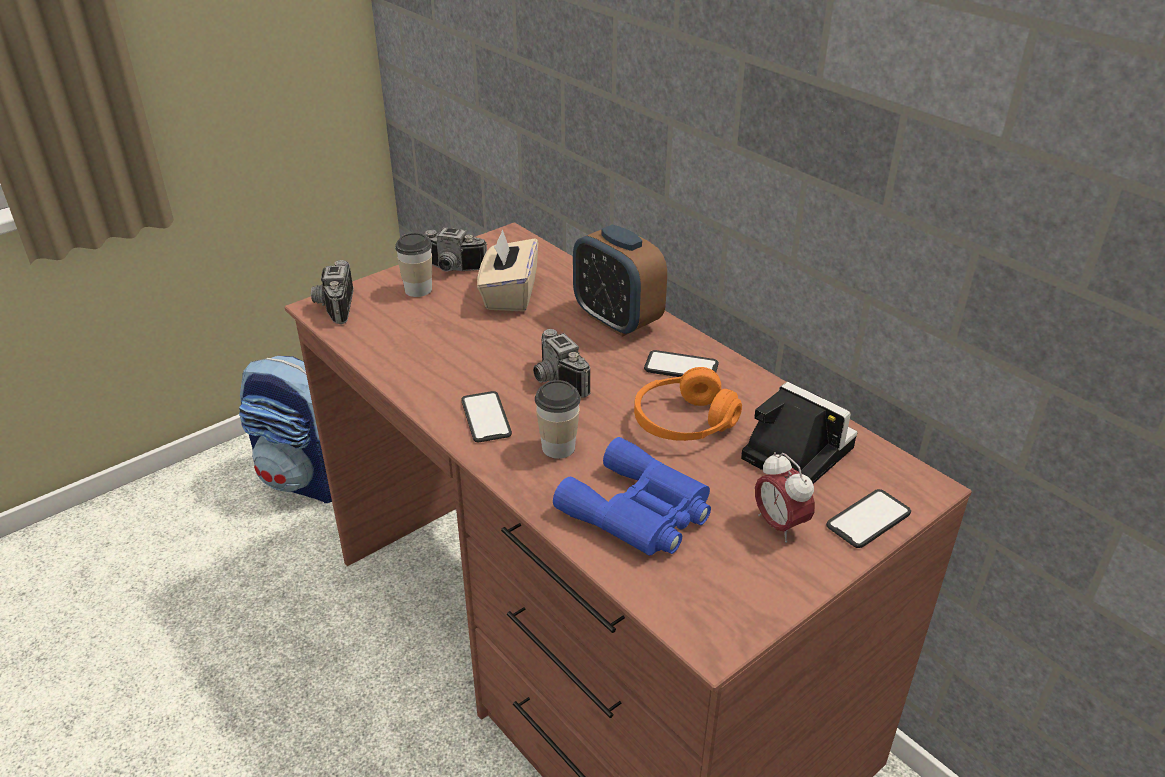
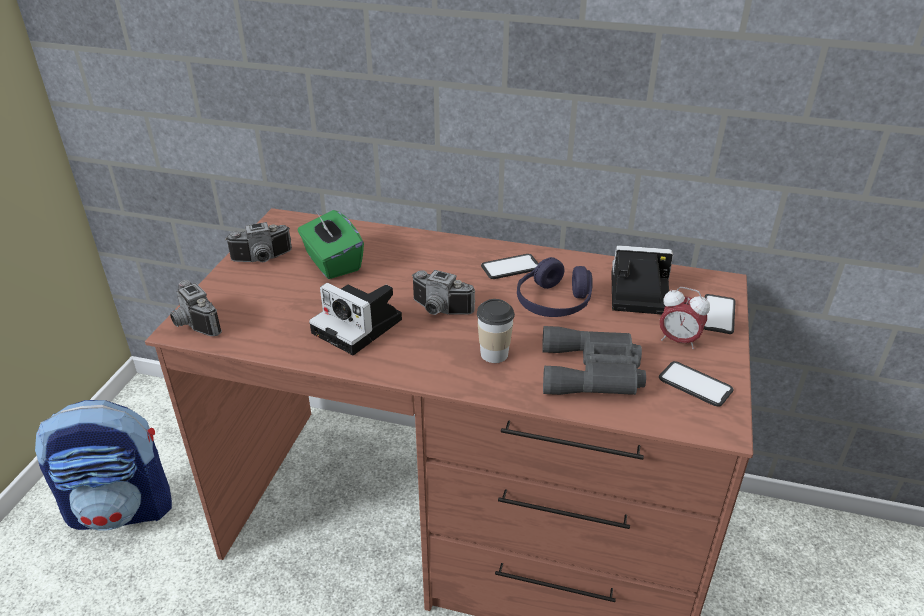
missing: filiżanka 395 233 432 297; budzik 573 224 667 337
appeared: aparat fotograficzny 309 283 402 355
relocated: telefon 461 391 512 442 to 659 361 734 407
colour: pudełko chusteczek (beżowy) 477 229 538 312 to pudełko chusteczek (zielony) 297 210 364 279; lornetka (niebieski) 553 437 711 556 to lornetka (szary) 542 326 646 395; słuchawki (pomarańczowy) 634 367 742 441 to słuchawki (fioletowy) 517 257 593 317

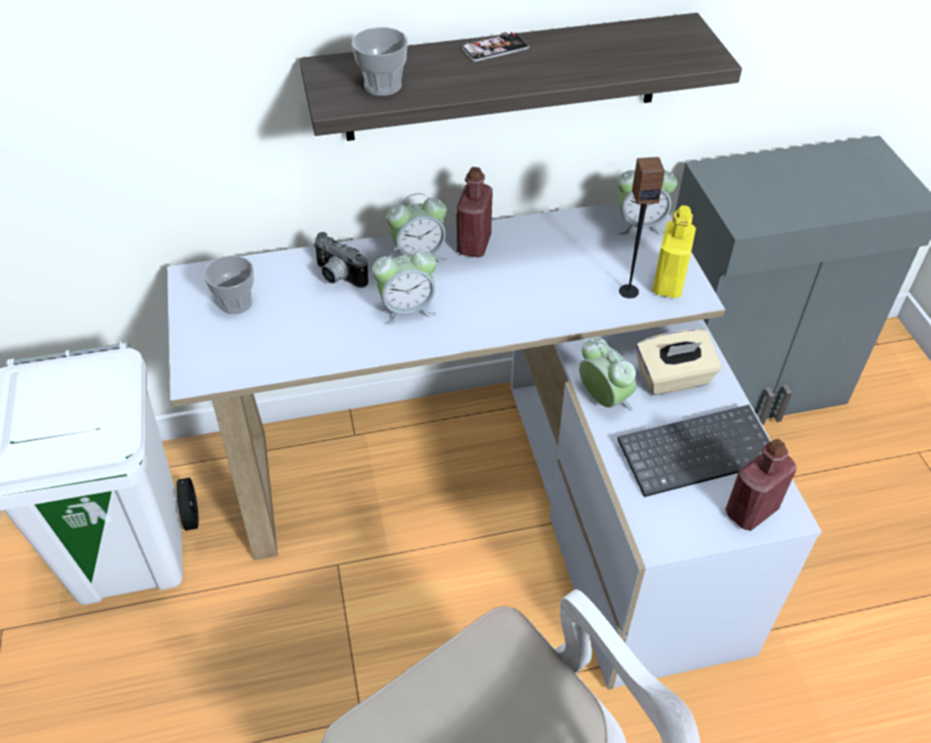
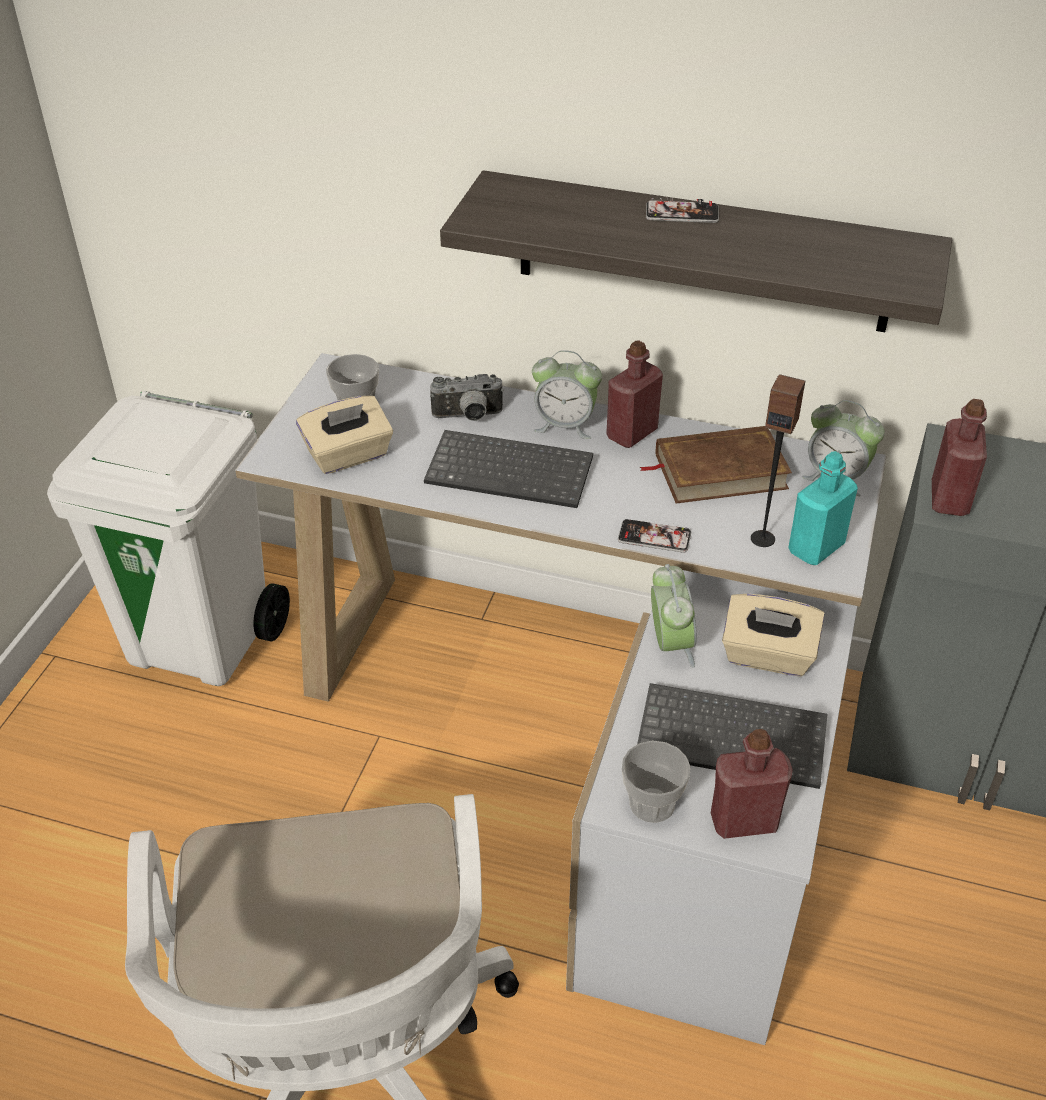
appeared: pudełko chusteczek (beżowy) 296 396 393 474; telefon 618 519 691 553; książka (brązowy) 640 426 792 503; butelka (czerwony) 932 399 987 516
relocated: filiżanka 352 27 408 96 to 622 741 691 823
exchanged: budzik 372 246 437 325 to klawiatura 424 430 593 508
colour: butelka (żółty) 652 205 696 298 to butelka (turkusowy) 788 451 858 565
spun: aparat fotograficzny 313 232 368 288 = 430 374 504 421 75 degrees counterclockwise

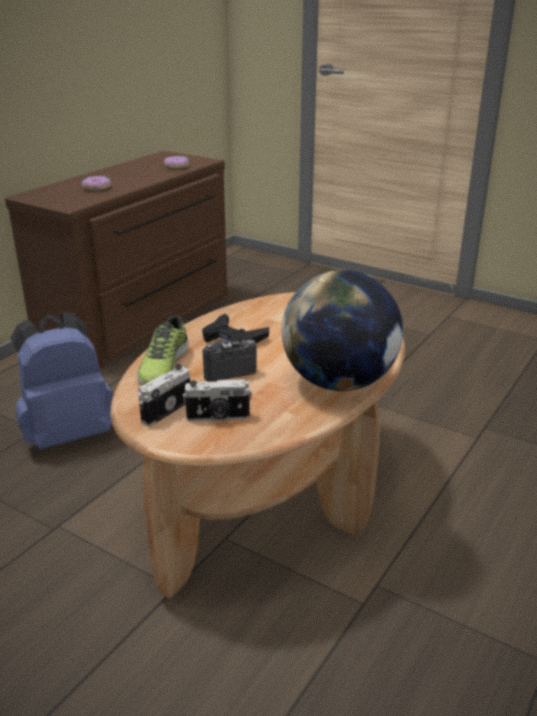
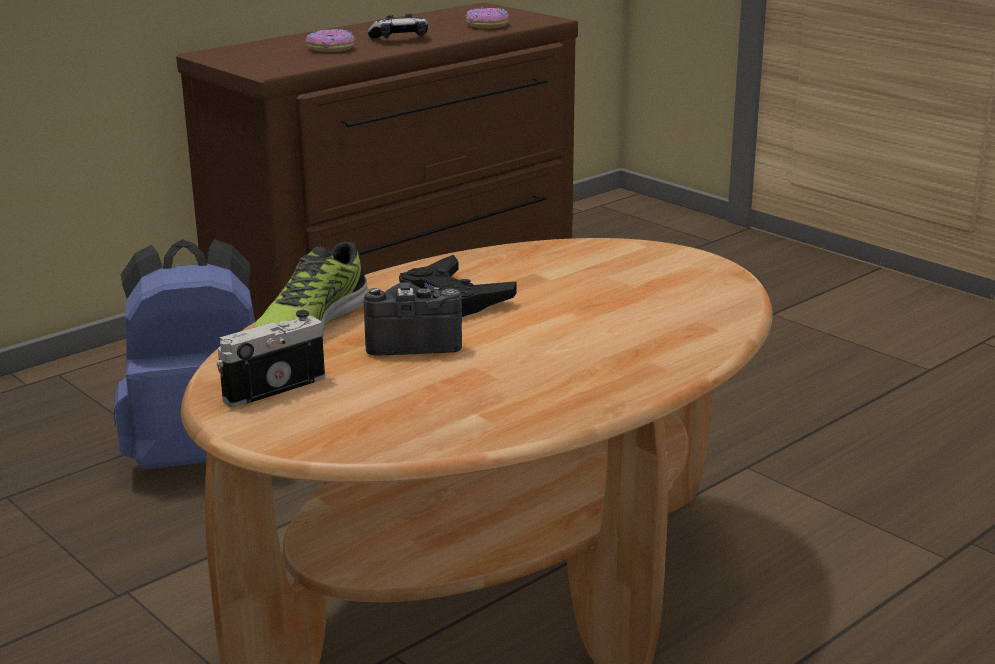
missing: aparat fotograficzny 183 379 252 421; globus 282 270 403 391
appeared: pad do gier 368 13 428 39

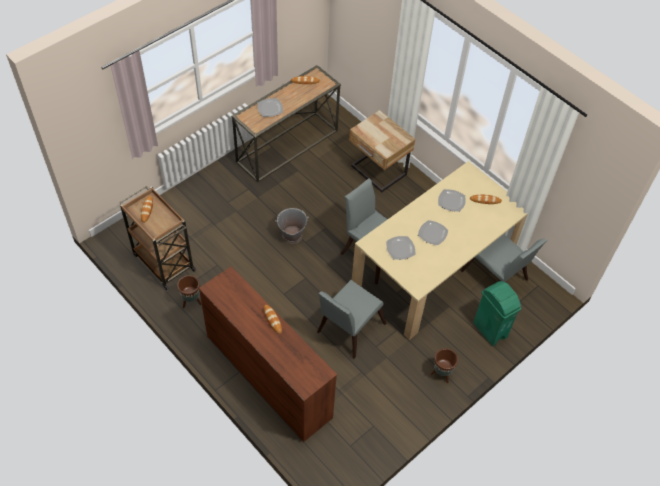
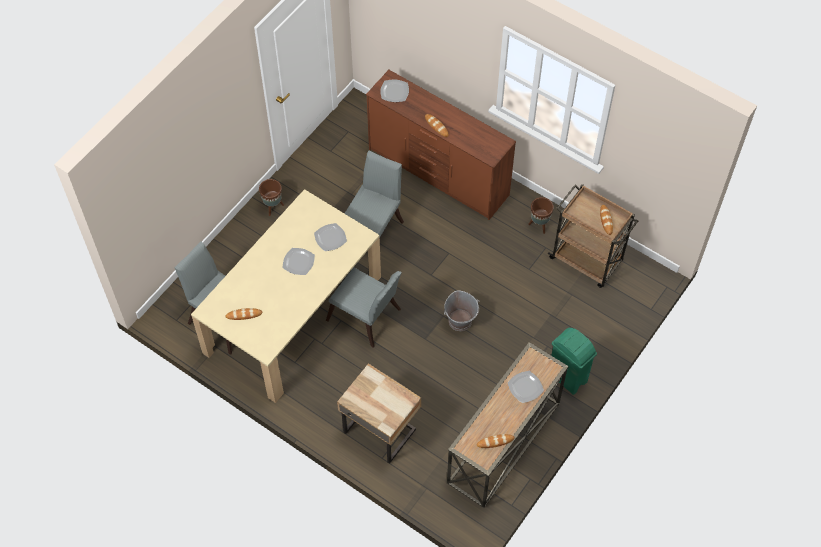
relocated: talerz 438 189 466 212 to 380 80 409 102; kosz na śmieci (zielony) 473 281 522 346 to 551 328 597 395

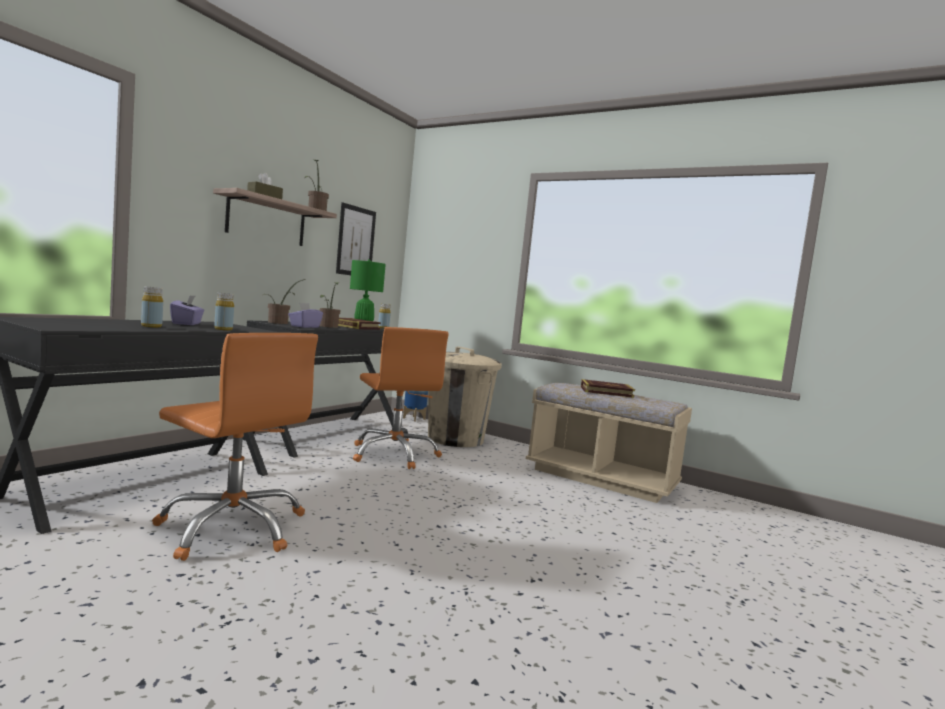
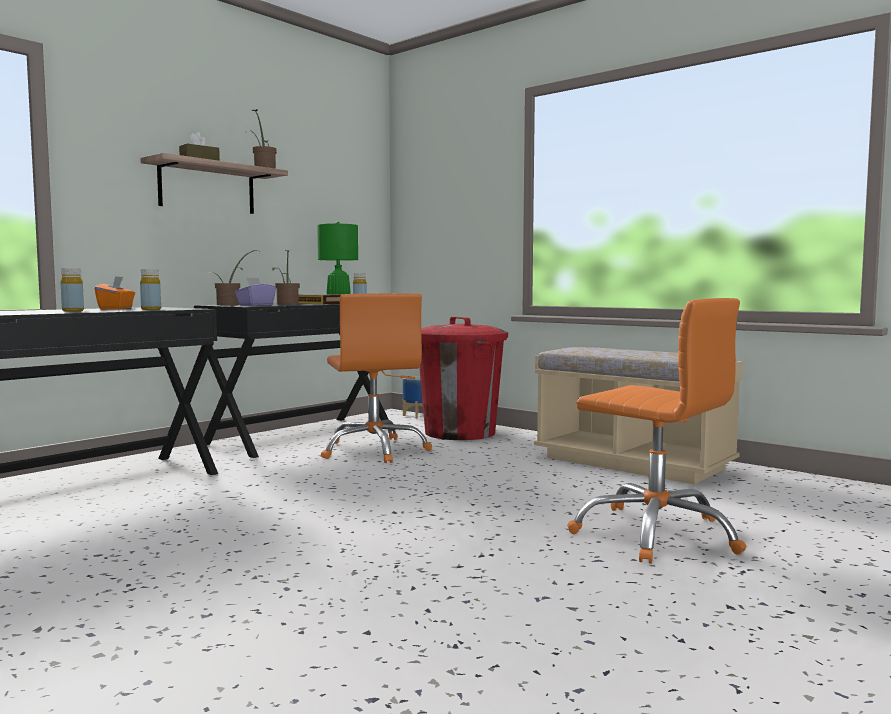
missing: obraz 336 202 376 275; książka 581 379 635 398
relocated: krzesło biurowe (pomarańczowy) 152 333 318 561 to 567 298 746 564
colour: pudełko chusteczek (fioletowy) 170 295 205 325 to pudełko chusteczek (pomarańczowy) 95 276 135 309; kosz na śmieci (beżowy) 428 347 502 447 to kosz na śmieci (czerwony) 419 317 508 440

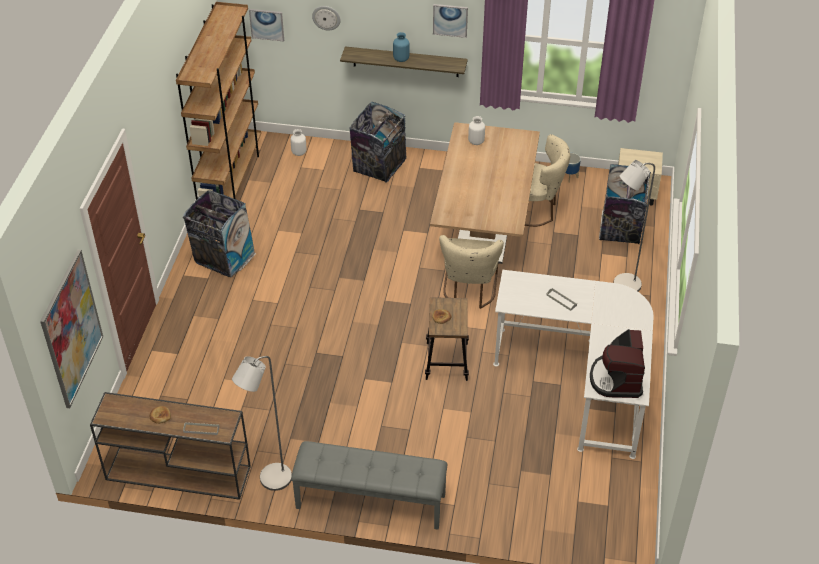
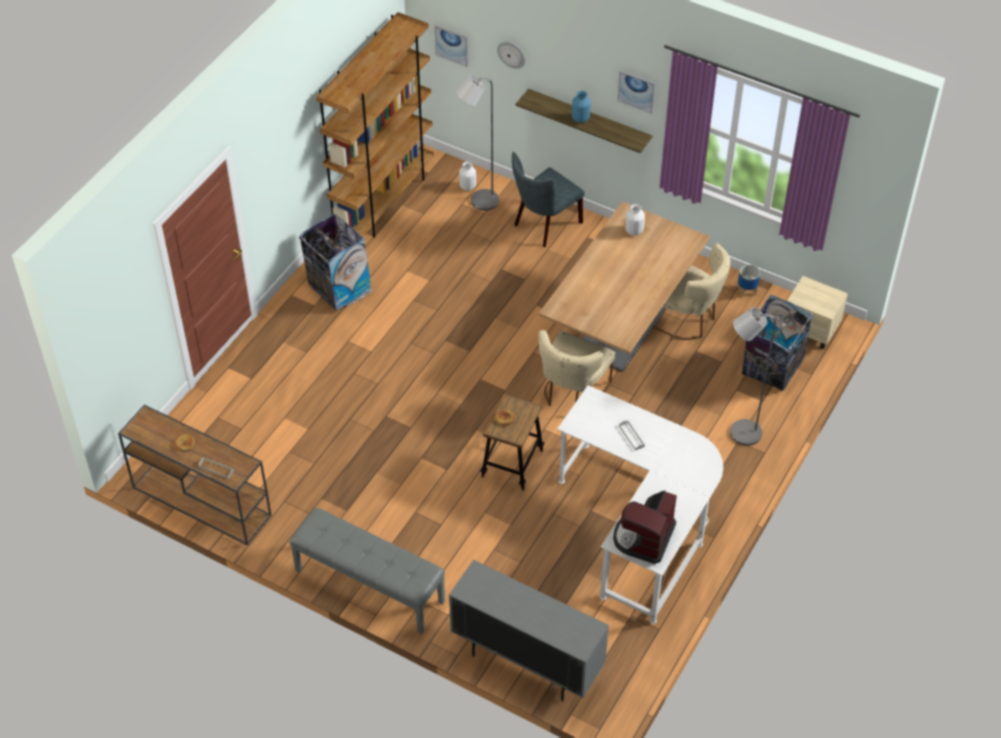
missing: obraz 40 249 103 408
appeared: szafka (szary) 449 560 609 702
relocated: lampa stojąca (szary) 232 356 292 491 to 456 75 499 211
exchanged: kosz na śmieci 350 102 407 183 to krzesło (szary) 512 152 584 247

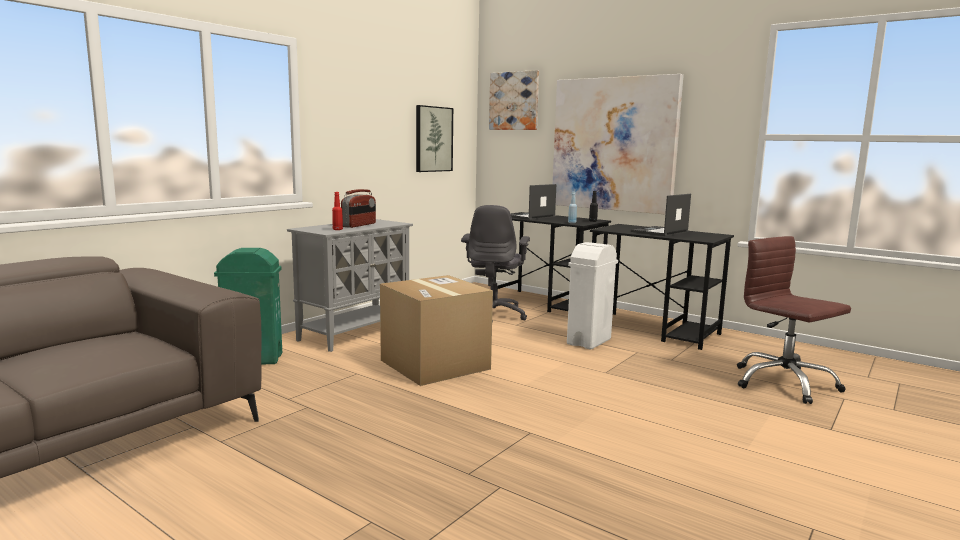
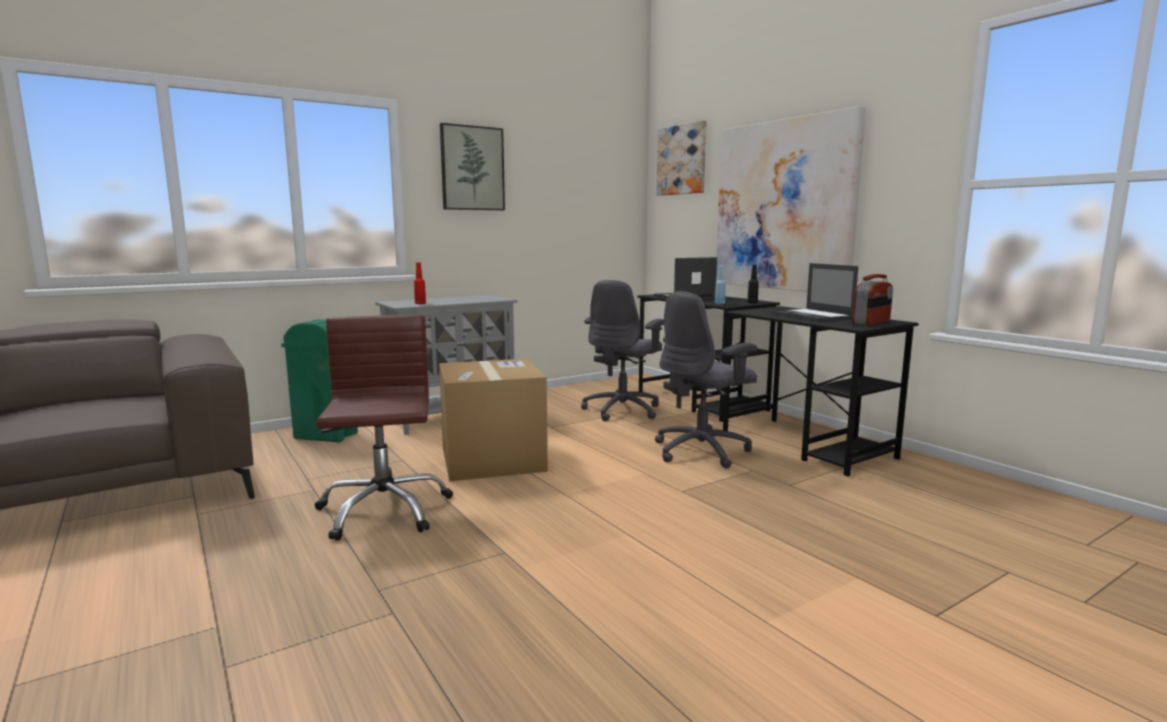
relocated: radio 341 189 376 228 to 852 274 893 326; obraz 416 105 453 172 to 440 123 505 210; krzesło biurowe (brązowy) 737 236 851 404 to 314 315 453 541
exchanged: kosz na śmieci (biały) 567 242 618 350 to krzesło biurowe (szary) 655 291 757 469
spun: laptop 631 194 691 236 = 771 263 859 322 90 degrees counterclockwise

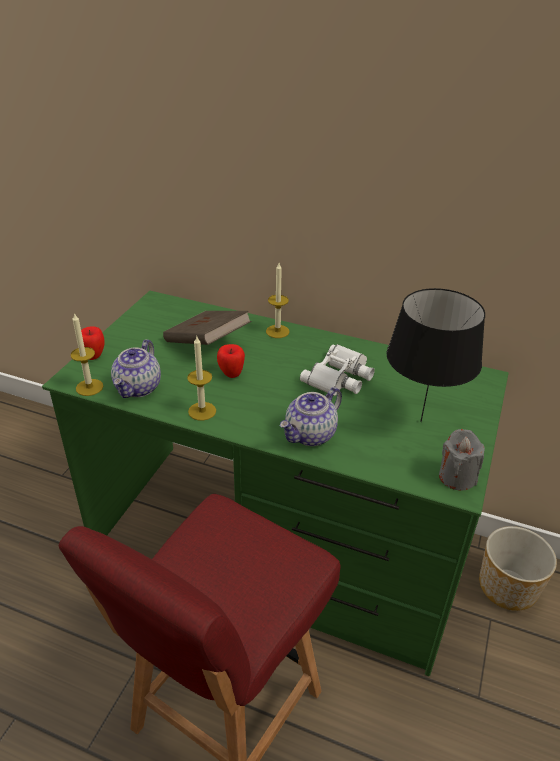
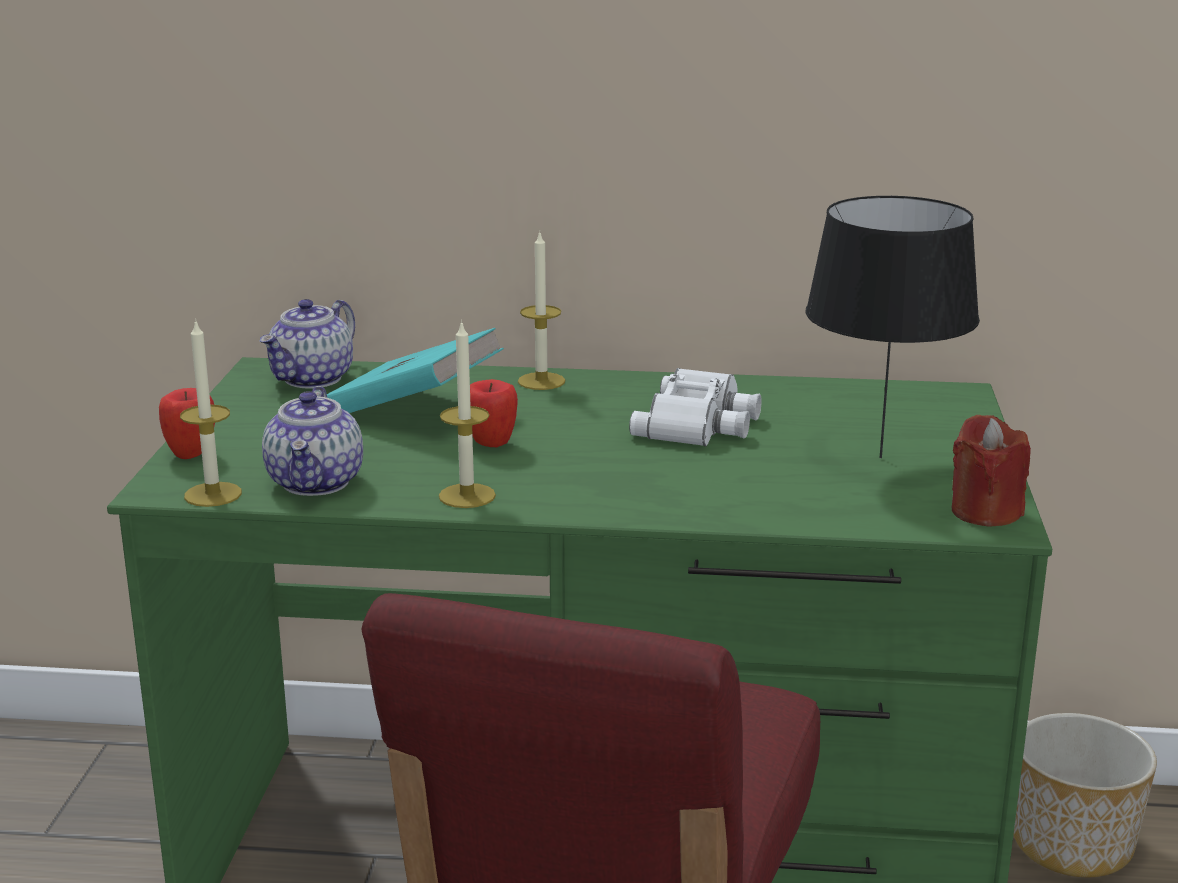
relocated: imbryk 280 387 342 446 to 260 299 355 389
colour: książka (brązowy) 163 311 252 345 to książka (turkusowy) 327 328 504 413; świeca (szary) 439 429 485 490 to świeca (czerwony) 952 415 1031 527

